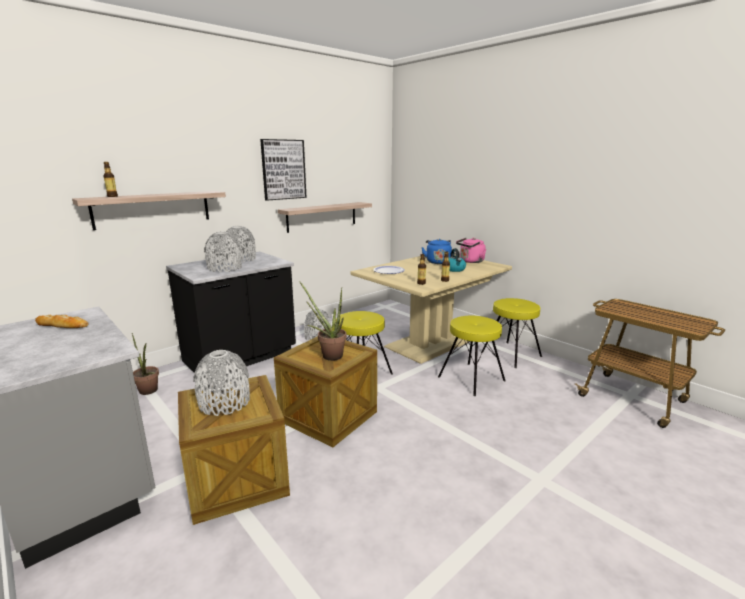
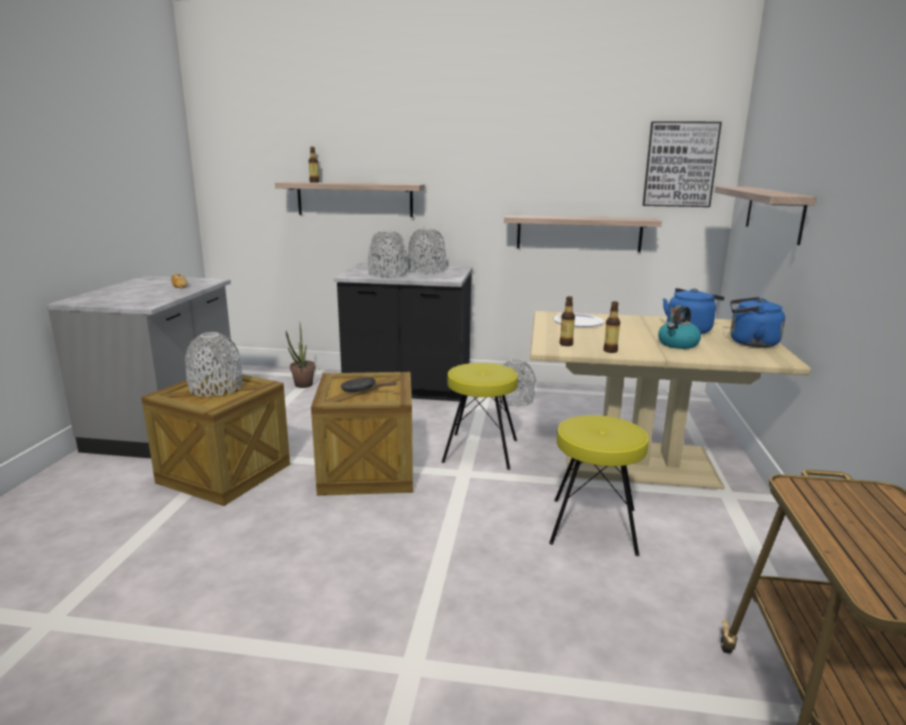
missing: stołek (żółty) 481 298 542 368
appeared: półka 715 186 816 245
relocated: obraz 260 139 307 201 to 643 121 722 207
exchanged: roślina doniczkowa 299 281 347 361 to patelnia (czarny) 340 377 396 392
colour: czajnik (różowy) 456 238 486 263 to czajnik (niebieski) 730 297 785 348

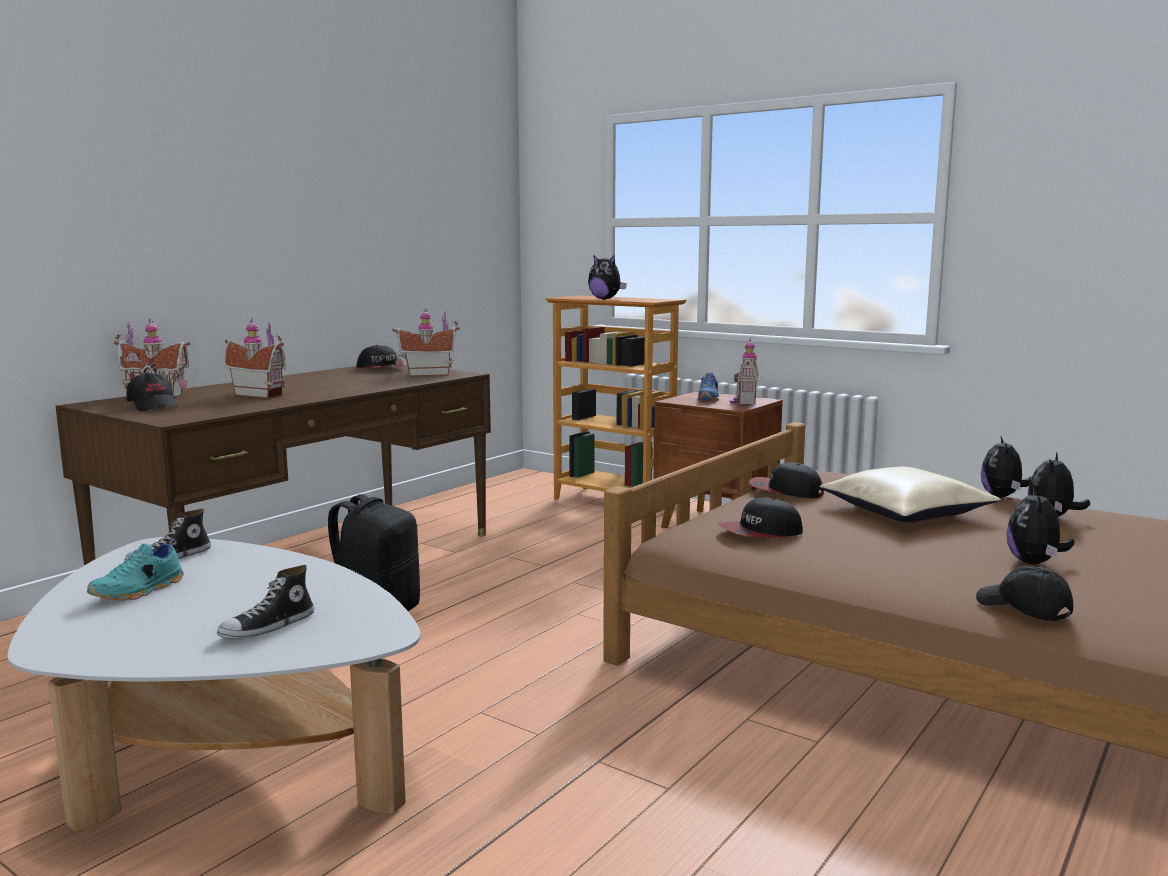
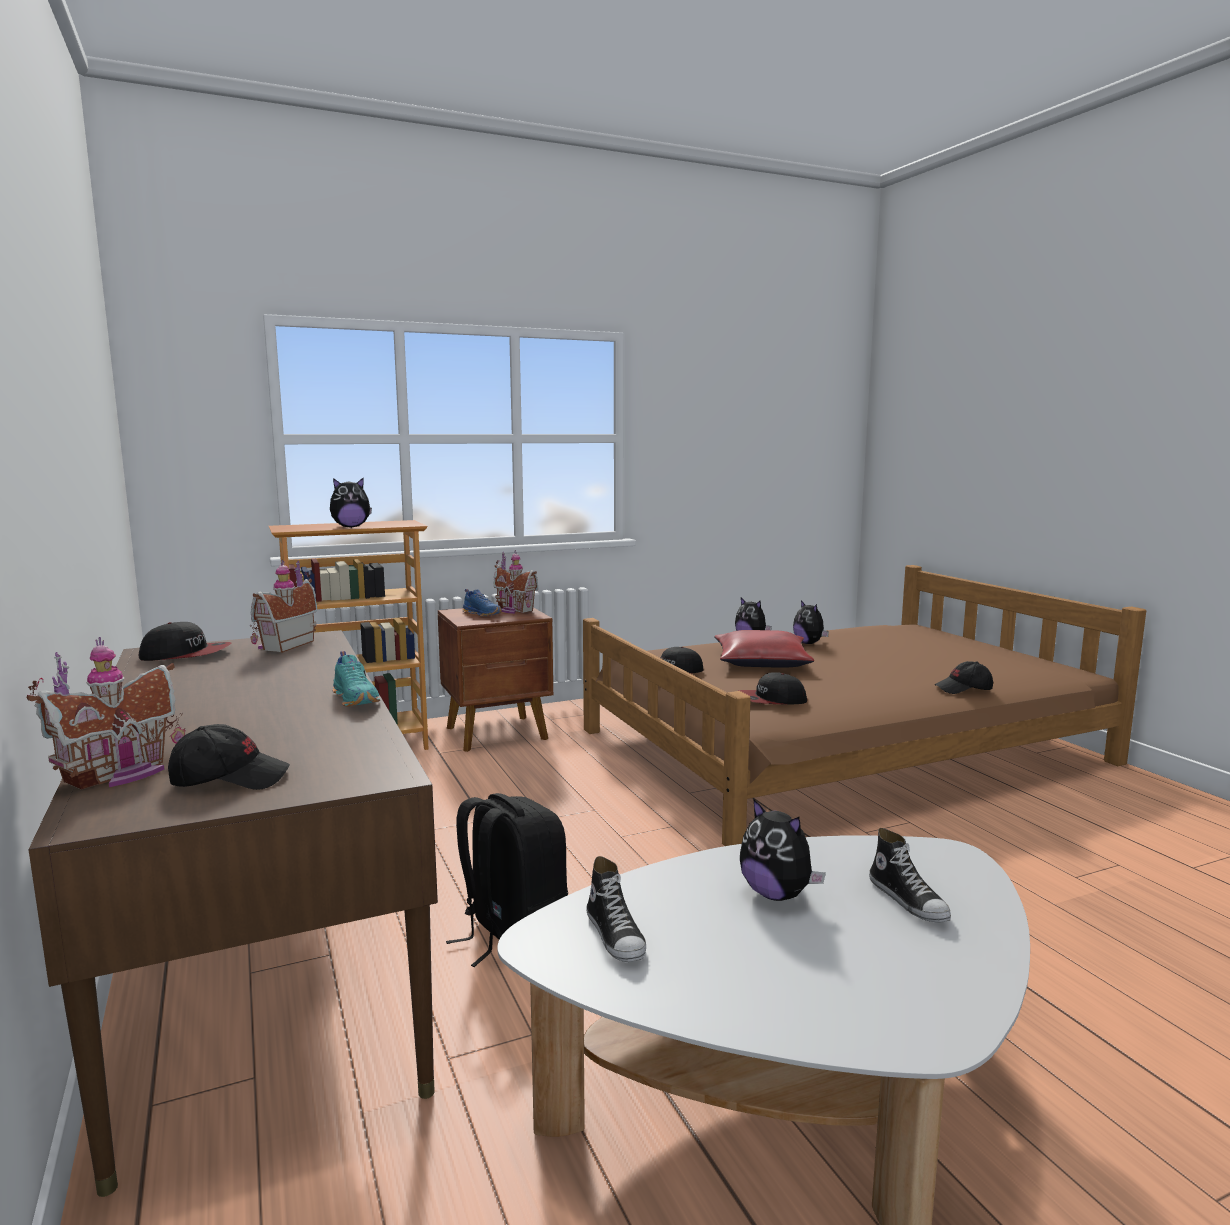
missing: domek 225 318 286 398
relocated: but (turkusowy) 87 539 184 601 to 332 651 380 707; pluszak 1006 485 1074 564 to 740 798 826 901
colour: poduszka (beżowy) 820 467 1001 522 to poduszka (czerwony) 714 630 814 668
spun: czapka z daszkiem 718 498 803 538 = 738 672 807 705 75 degrees clockwise

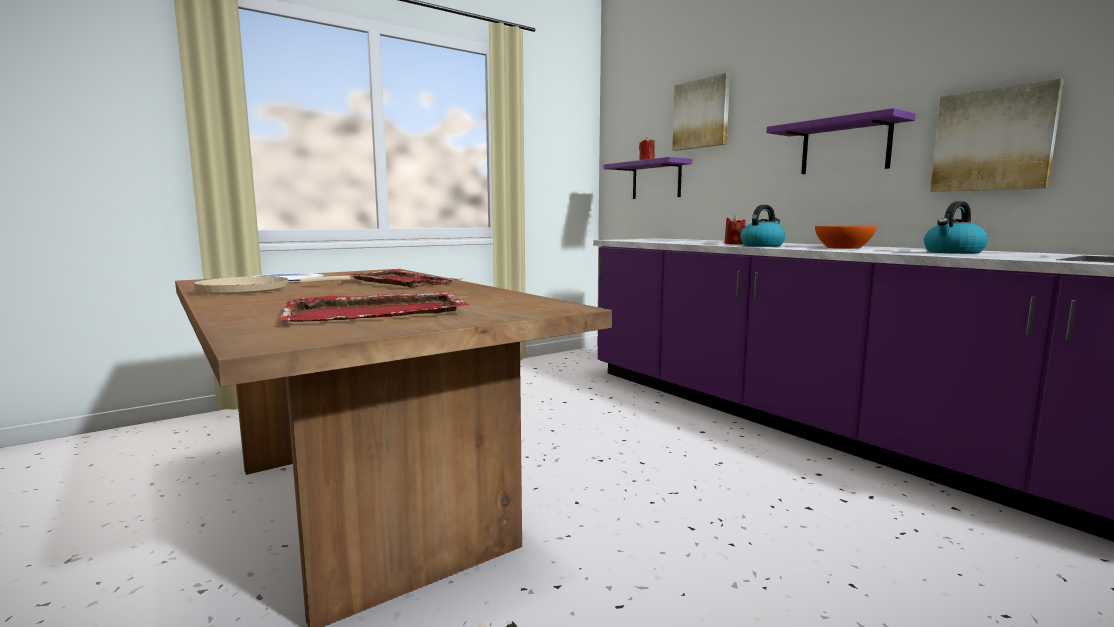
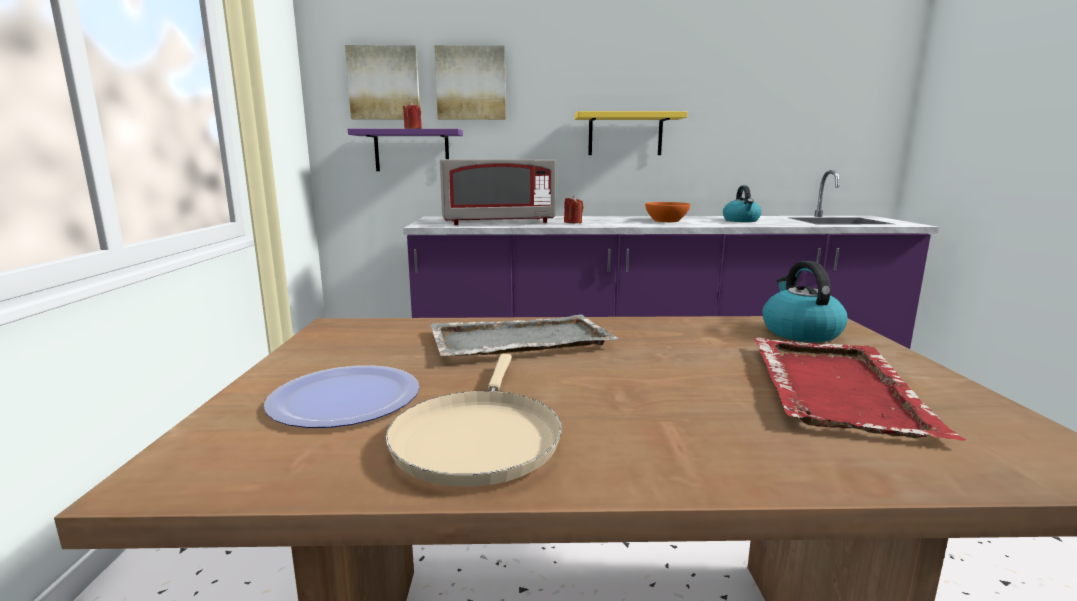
appeared: mikrofalówka (szary) 440 159 556 225
relocated: czajnik 740 205 786 247 to 762 261 848 342; obraz 930 79 1064 192 to 345 45 420 120
colour: taca (czerwony) 340 270 459 288 to taca (szary) 430 314 618 356; półka (fioletowy) 766 108 916 174 to półka (żółty) 574 111 688 155

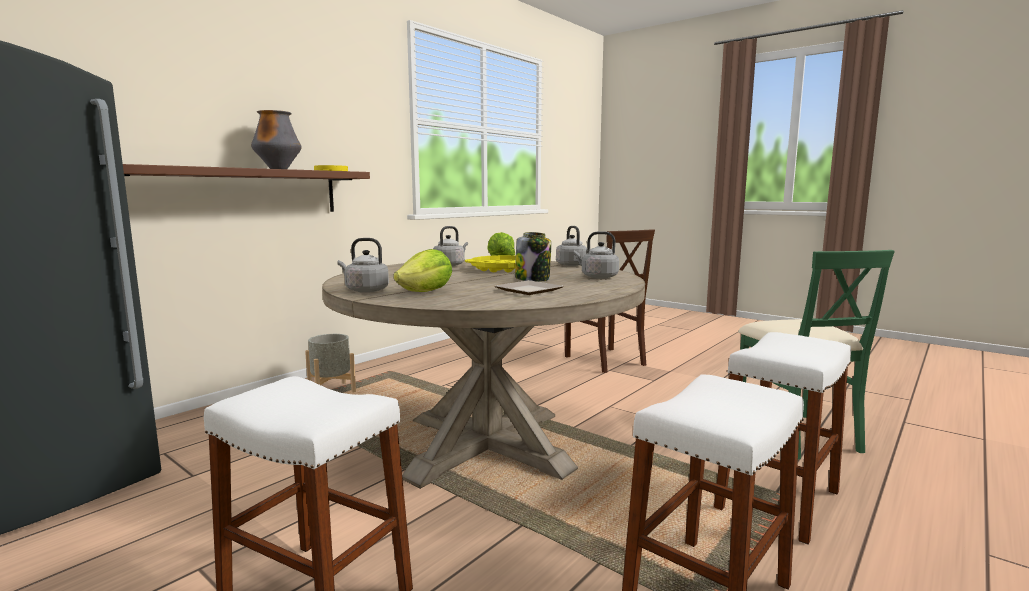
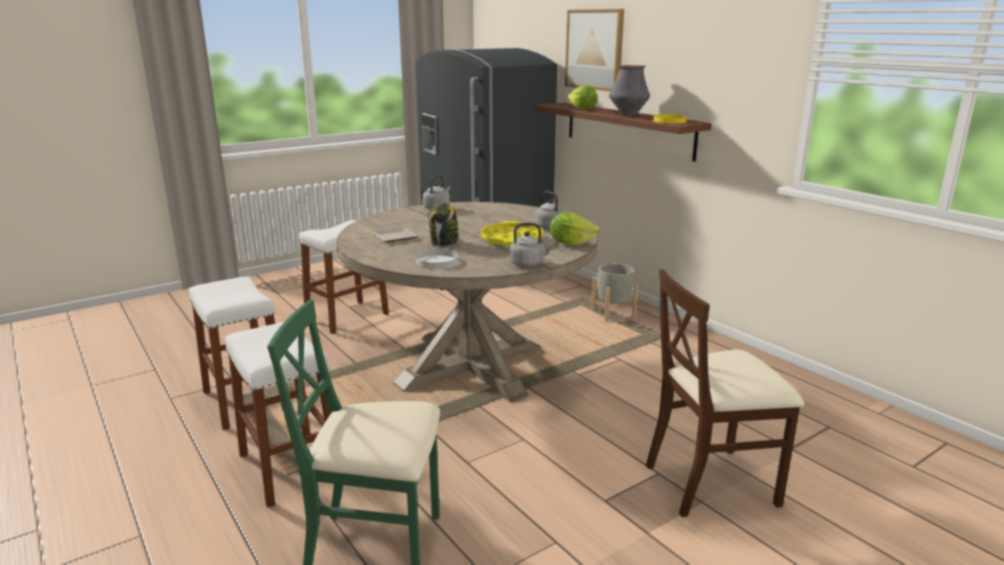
appeared: obraz 565 9 624 91
relocated: sałata 394 249 452 292 to 568 85 597 109
exchanged: czajnik (szary) 574 231 619 279 to talerz (biały) 416 250 458 269

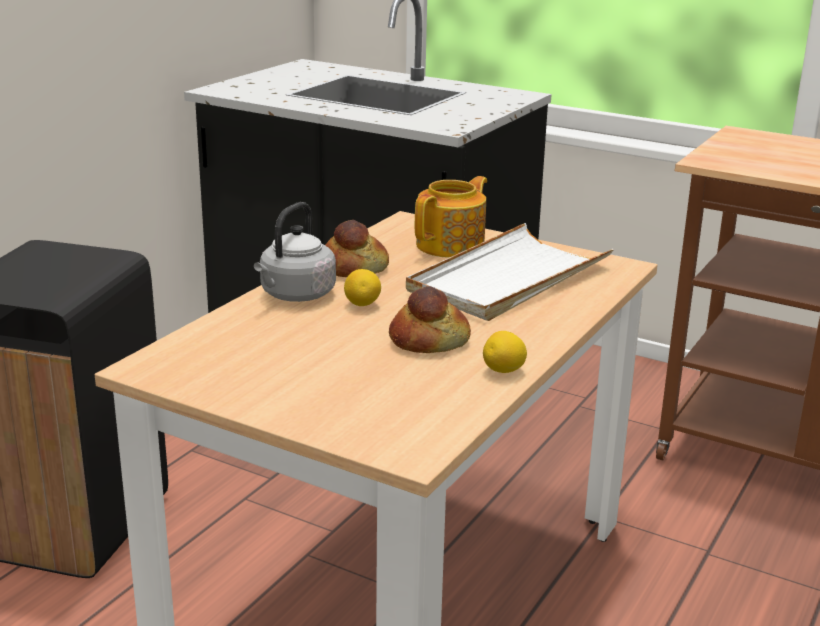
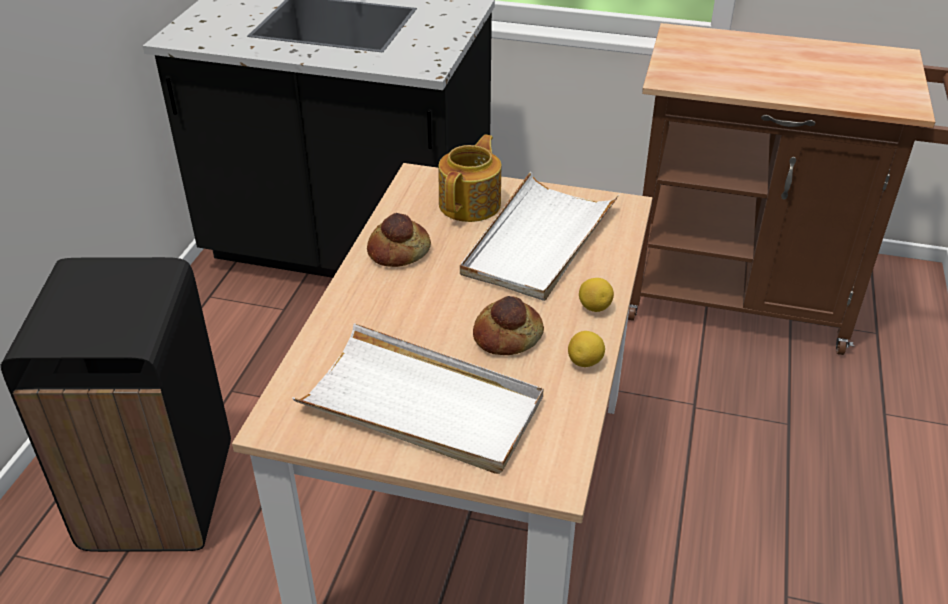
missing: czajnik (szary) 254 202 336 302
appeared: taca (biały) 292 323 543 474
relocated: cytryna 344 269 381 306 to 579 278 614 312

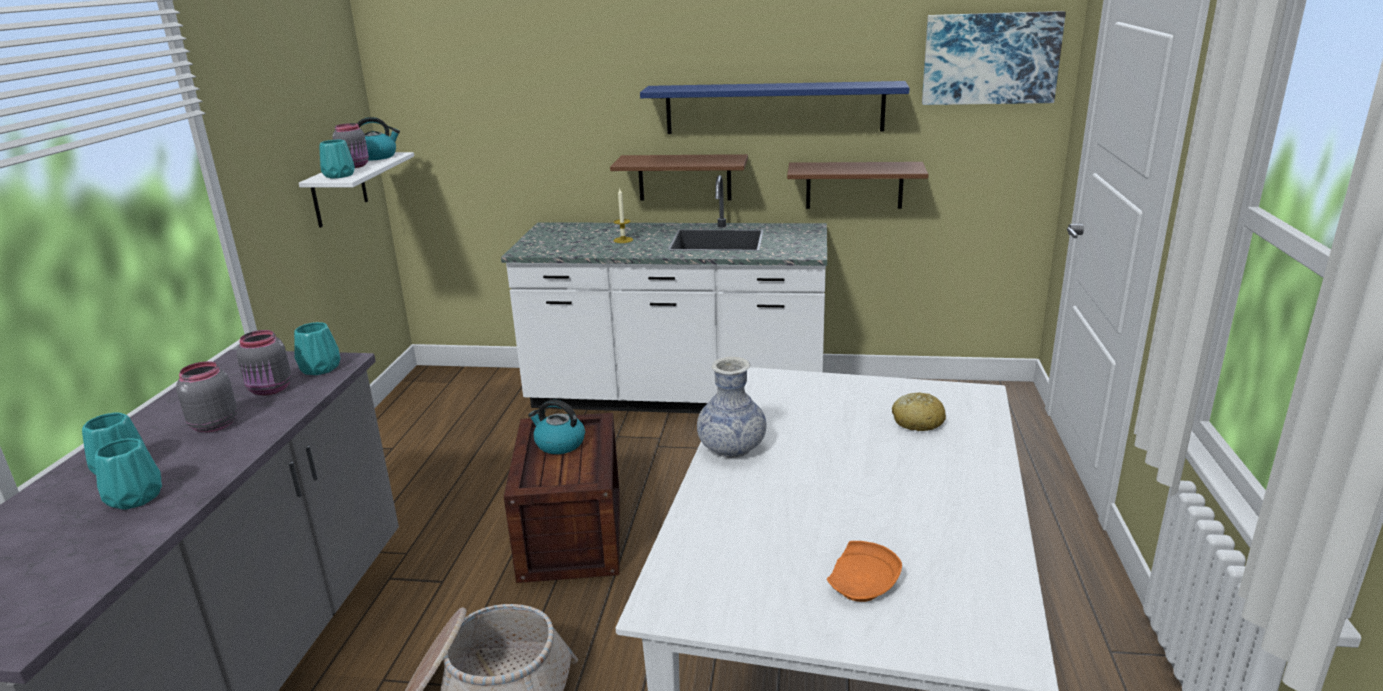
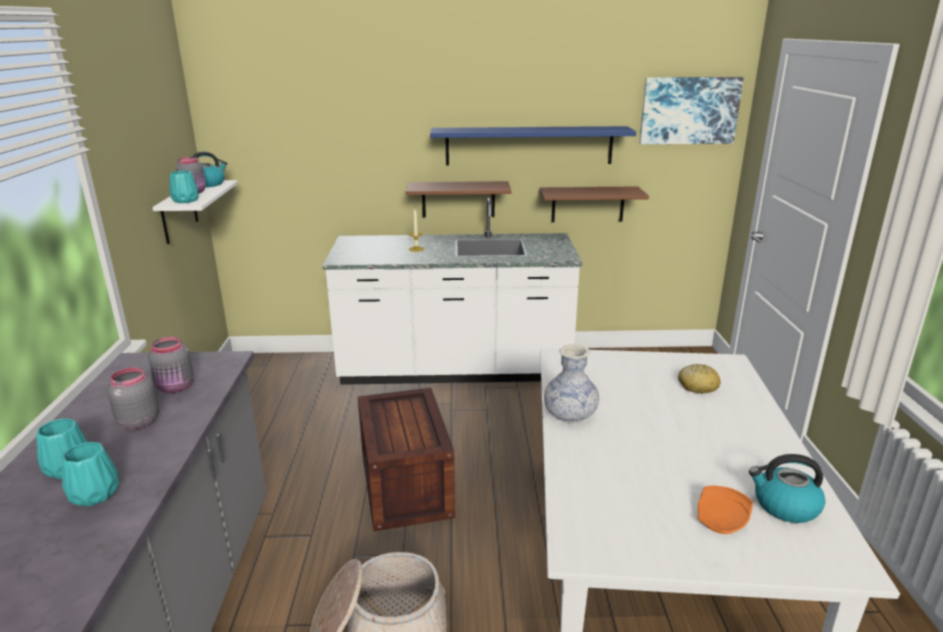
missing: wazon (turkusowy) 294 322 340 375
relocated: czajnik 528 400 585 454 to 749 454 825 523

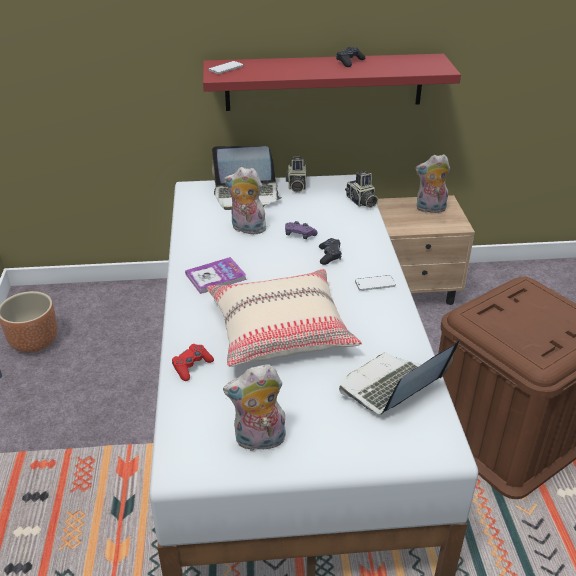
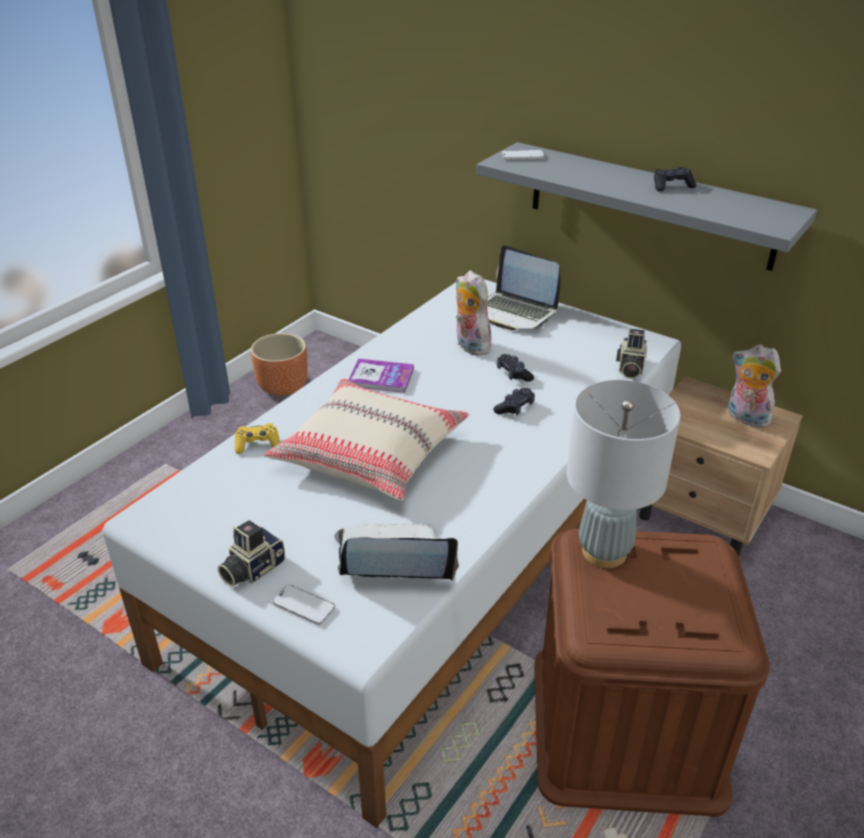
missing: pluszak 223 364 286 451
appeared: lampa stołowa (szary) 567 380 681 568
relocated: aparat fotograficzny 286 157 307 193 to 218 520 285 587; telefon 355 275 396 291 to 273 585 335 625
colour: pad do gier (czerwony) 172 344 214 381 to pad do gier (żółty) 235 423 280 454; półka (czerwony) 203 54 461 111 to półka (szary) 477 142 817 271; pad do gier (fioletowy) 285 221 318 239 to pad do gier (czarny) 497 354 534 382

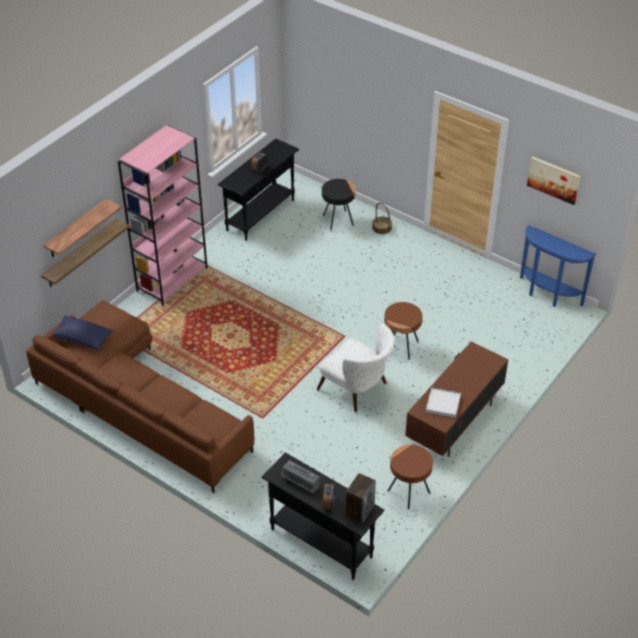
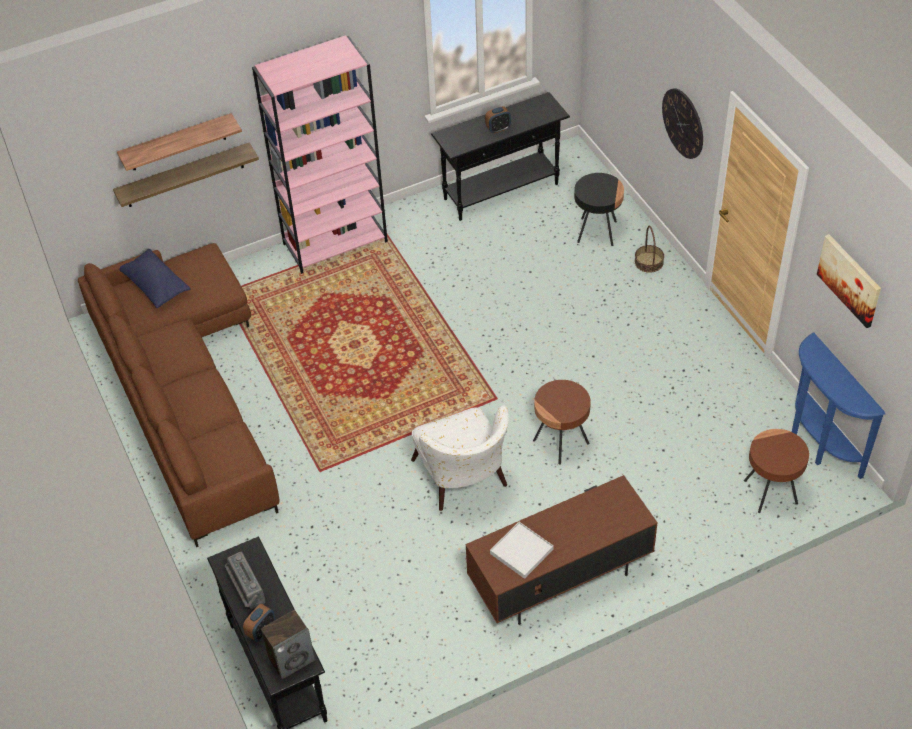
appeared: zegar ścienny 662 88 703 159
relocated: stolik (brązowy) 388 444 433 510 to 744 429 809 513

